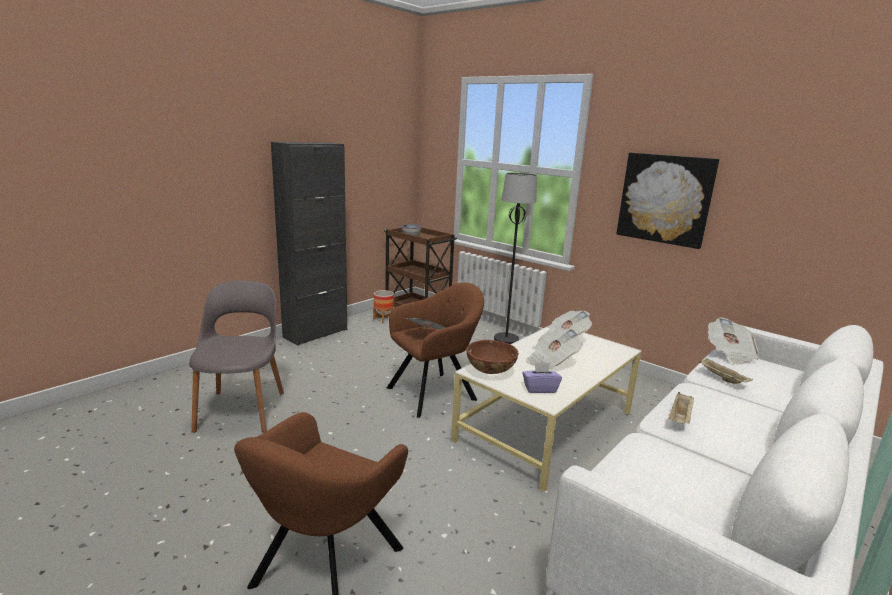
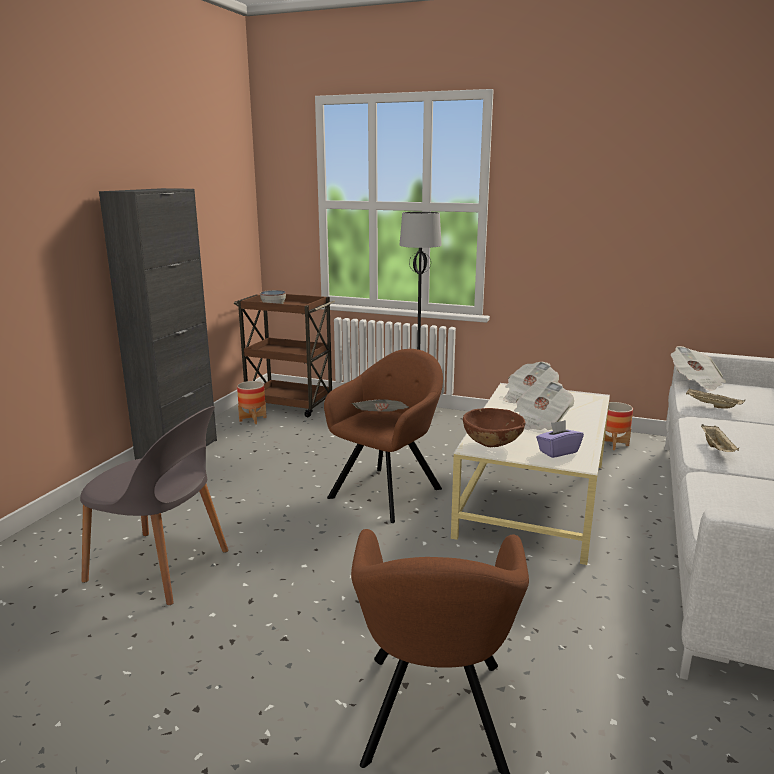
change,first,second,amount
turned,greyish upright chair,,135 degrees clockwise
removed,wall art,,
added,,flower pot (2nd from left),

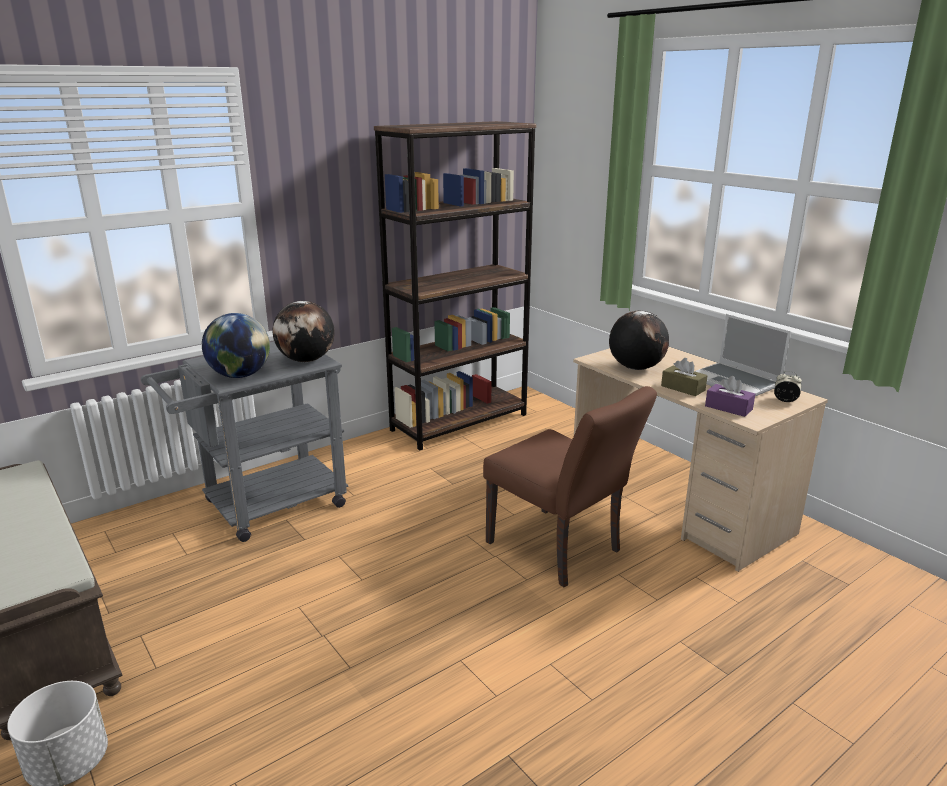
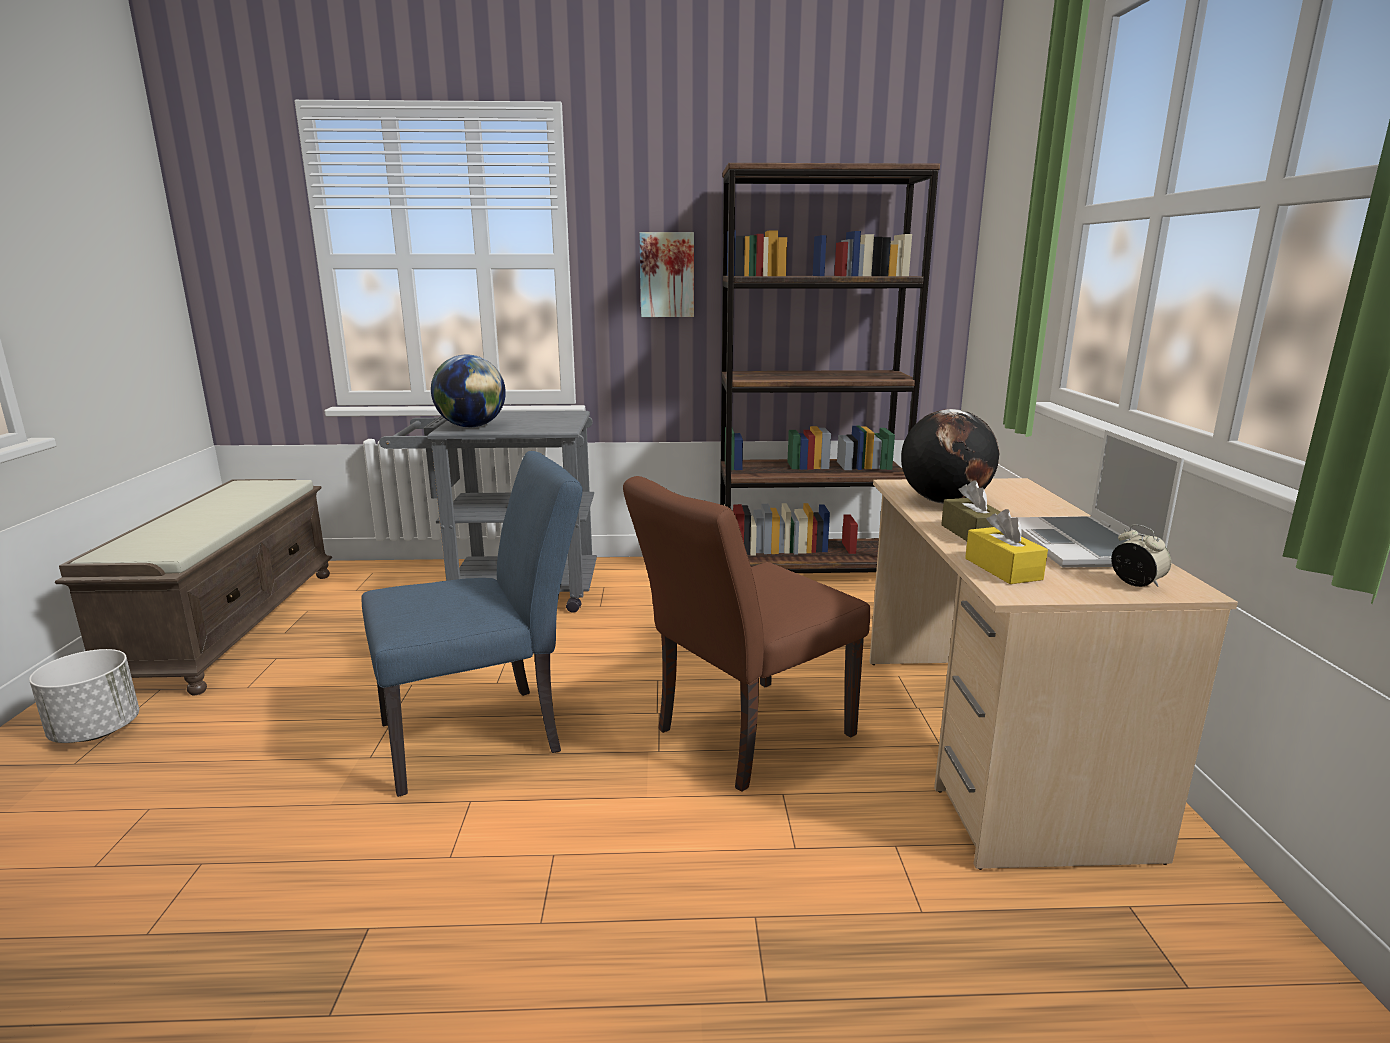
change,first,second,amount
removed,desk globe (2nd from left),,
turned,brown upright chair,,60 degrees clockwise
recoloured,purple-coloured tissue holder,yellow-coloured tissue holder,
added,,bluish upright chair,
added,,wall art,

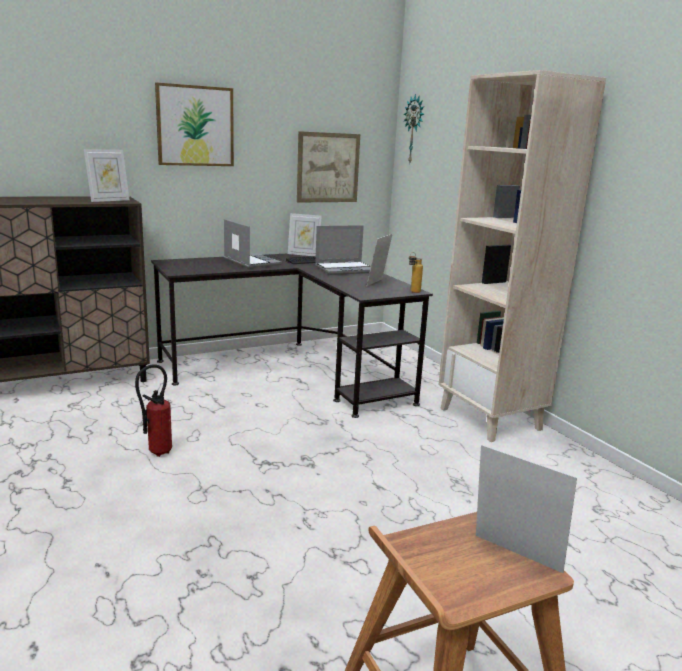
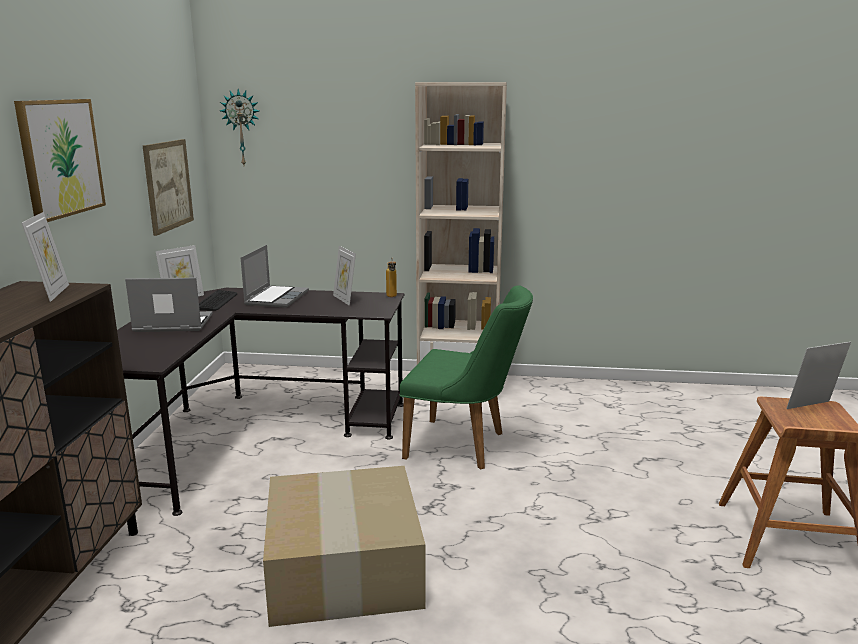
change,first,second,amount
replaced,extinguisher,cardboard box,
added,,green upright chair,

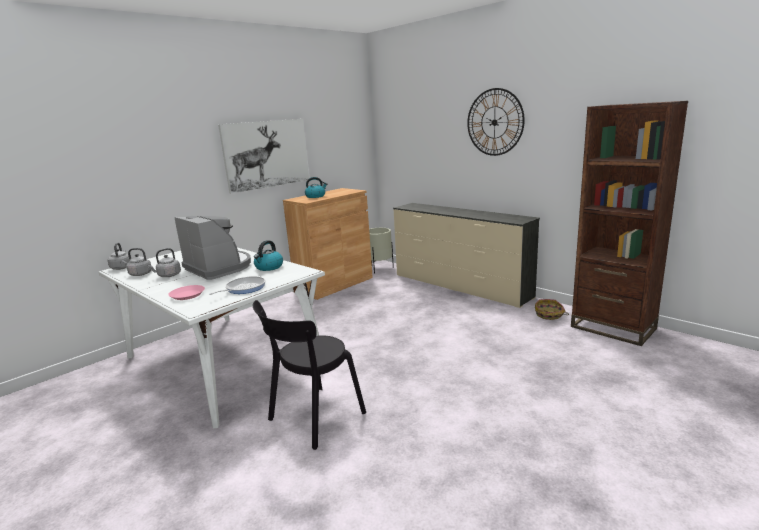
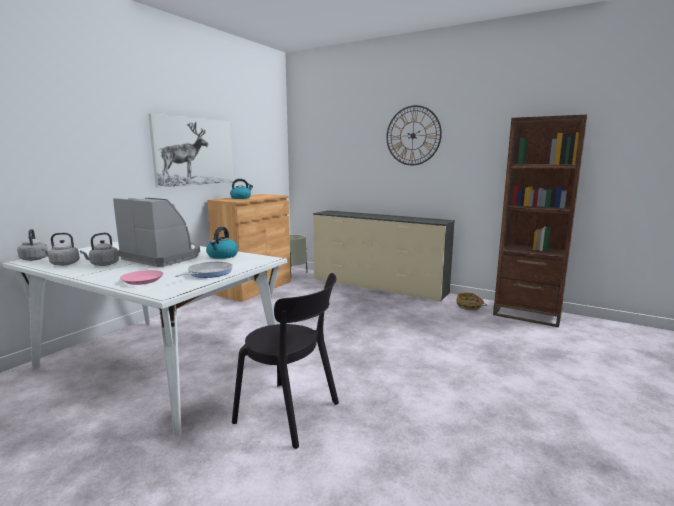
change,first,second,amount
turned,black-coloured upright chair,,90 degrees counterclockwise

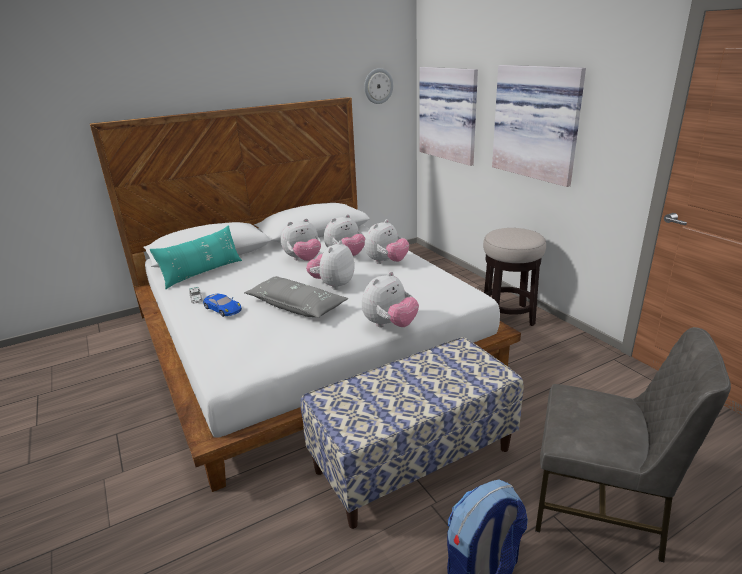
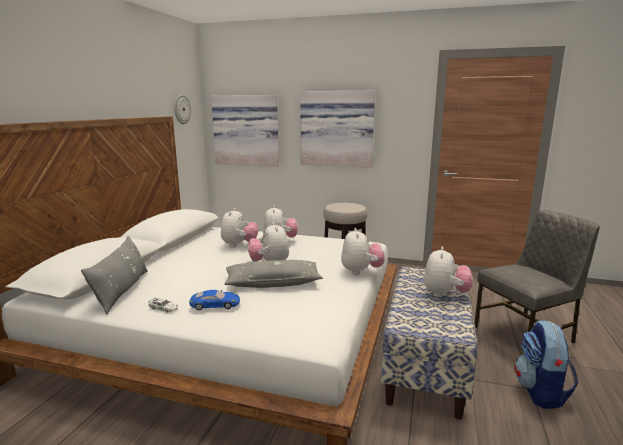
change,first,second,amount
recoloured,blue-green pillow,greyish pillow (1st from left),
moved,soft toy (1st from left in the first image),soft toy (5th from left),

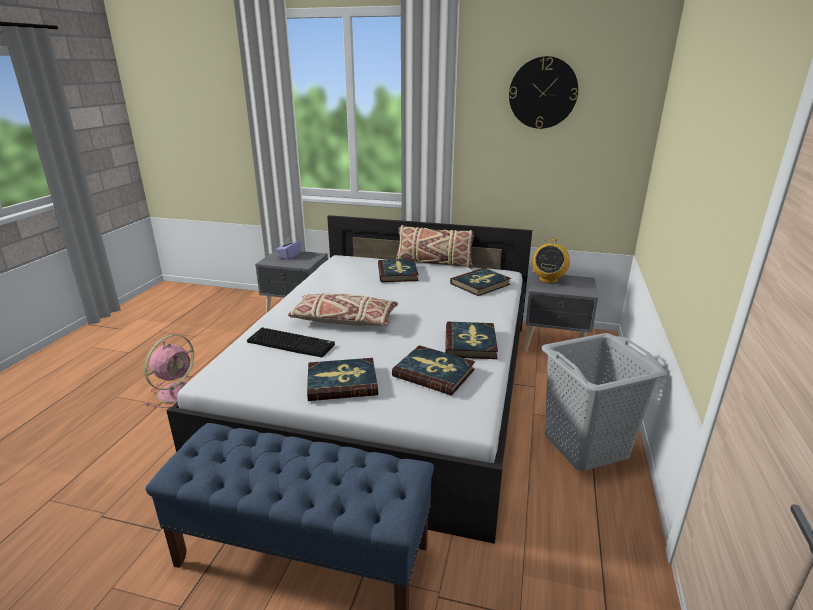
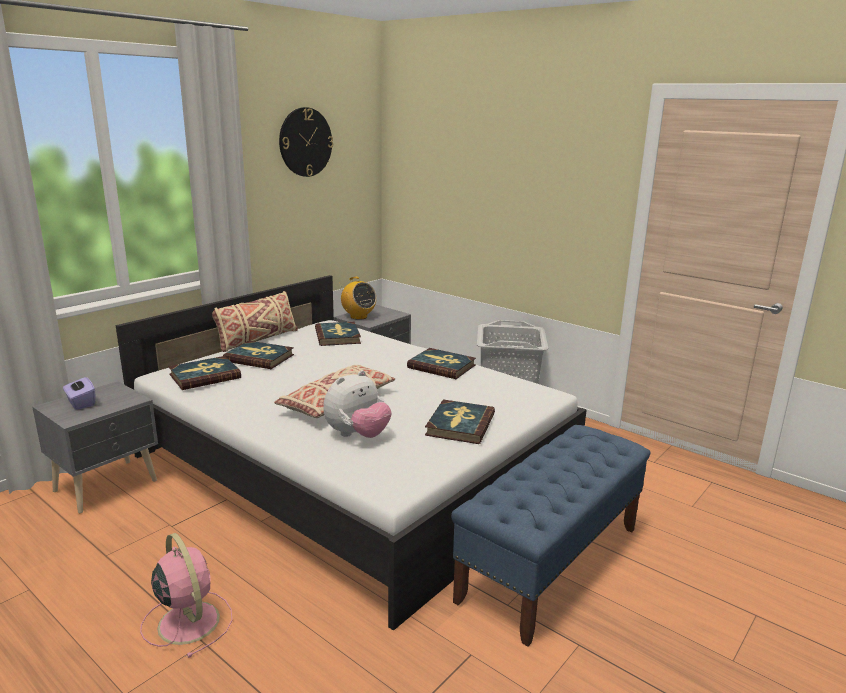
change,first,second,amount
replaced,PC keyboard,soft toy,
moved,volume (3rd from left in the first image),volume (1st from left),

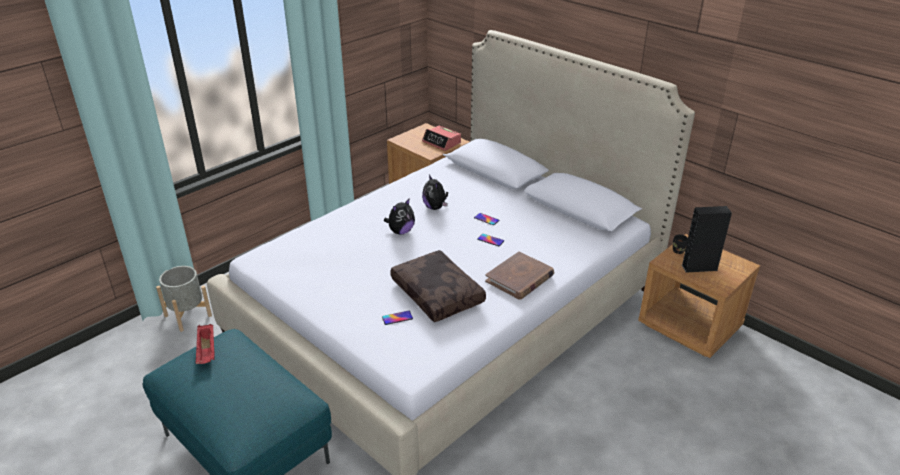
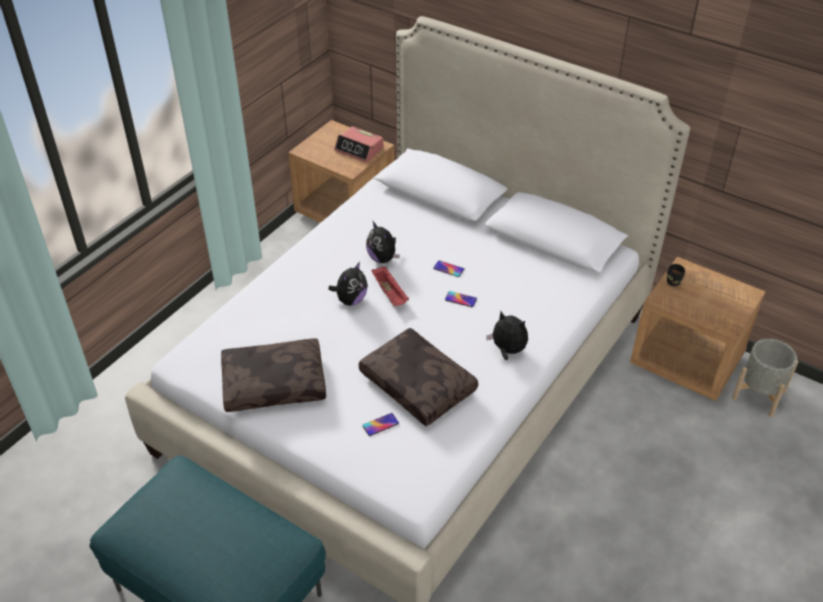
change,first,second,amount
moved,greyish flower pot,,
moved,red carrying tray,,
replaced,brown volume,soft toy (3rd from left),
removed,black-coloured loudspeaker,,
added,,brown pillow (1st from left),

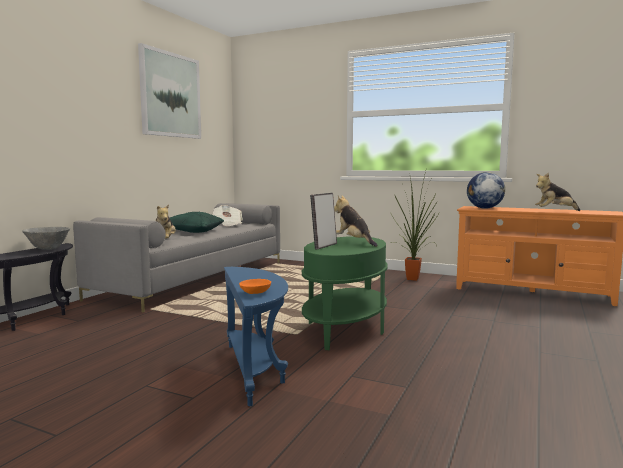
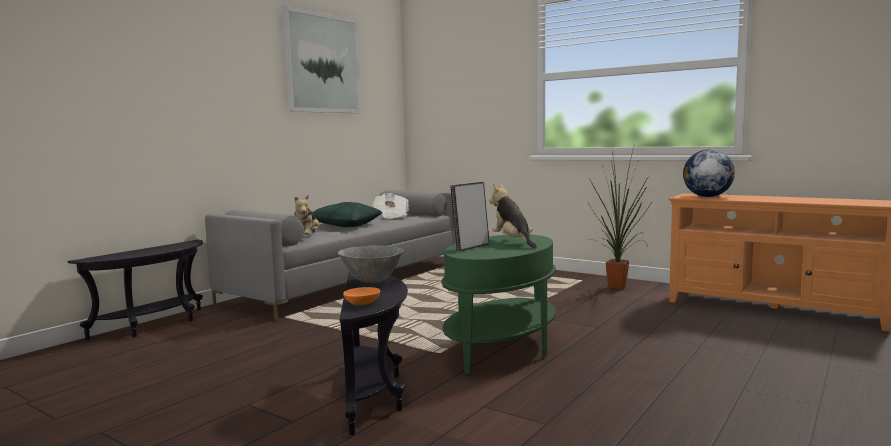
change,first,second,amount
moved,greyish serving bowl,,
recoloured,bluish end table,black-coloured end table (2nd from left),
removed,soft toy (3rd from left),,

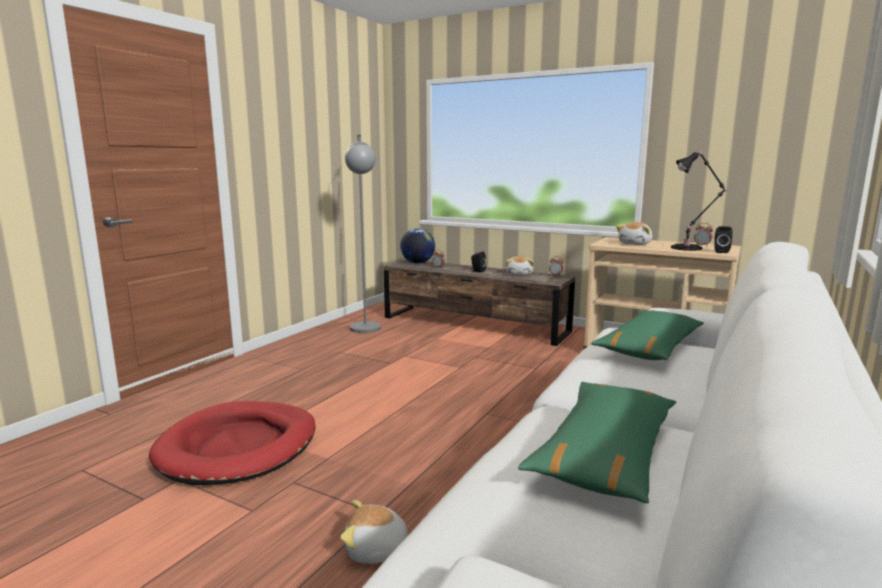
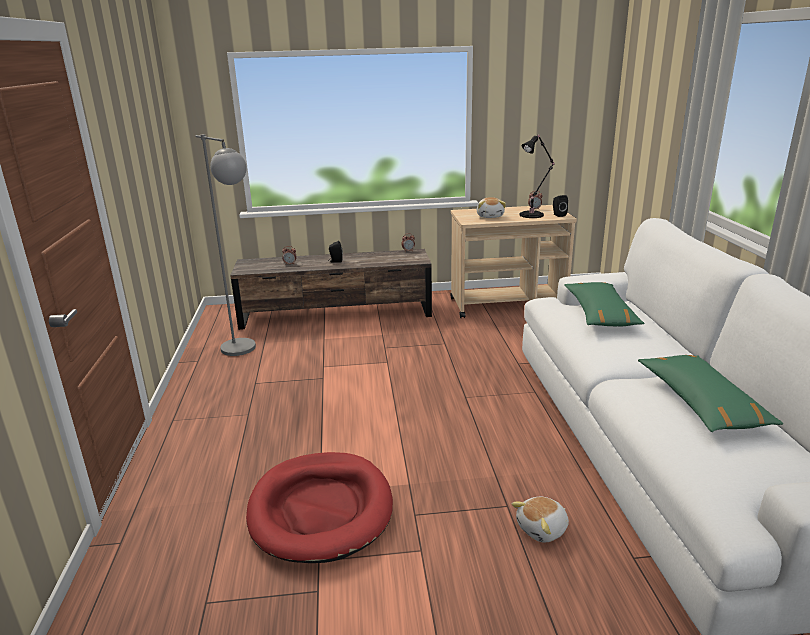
change,first,second,amount
removed,desk globe,,
removed,soft toy (2nd from left),,

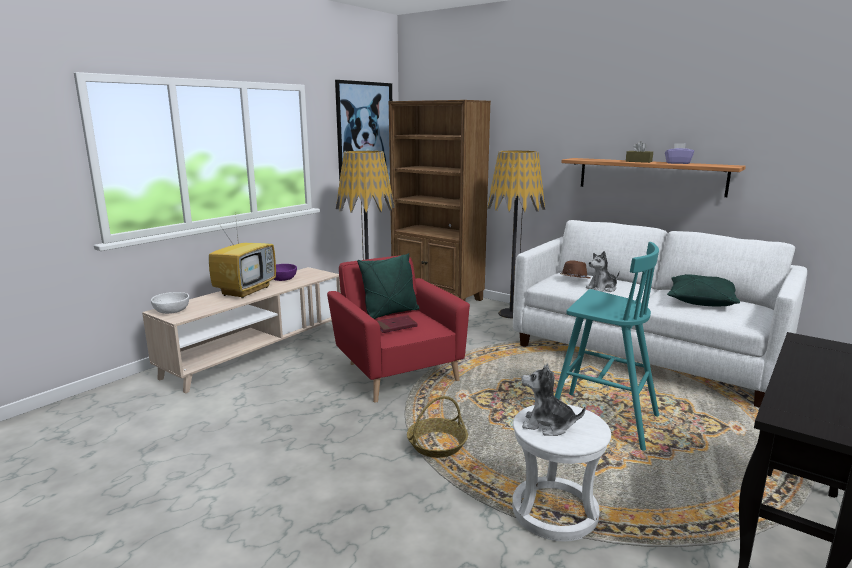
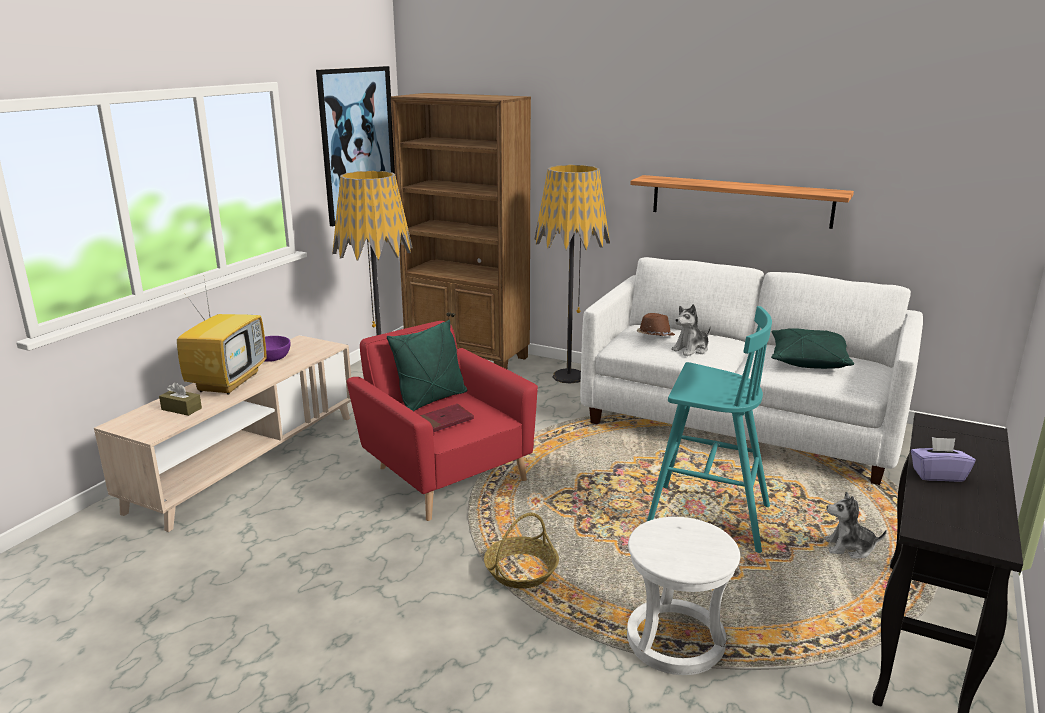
change,first,second,amount
removed,white-coloured serving bowl,,
moved,soft toy (1st from left in the first image),soft toy (2nd from left),
moved,brown tissue holder,,
moved,purple-coloured tissue holder,,

